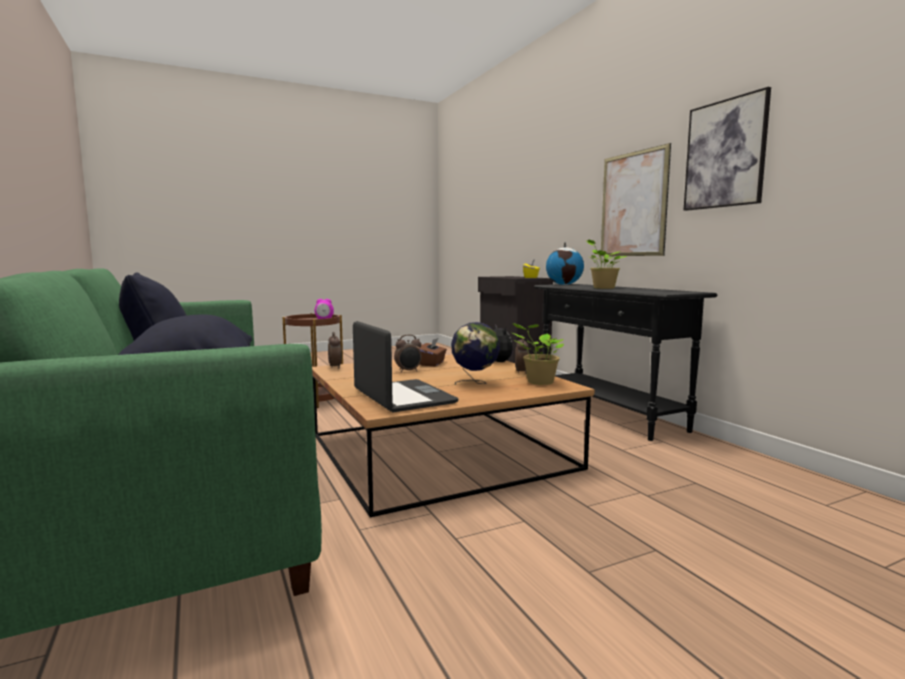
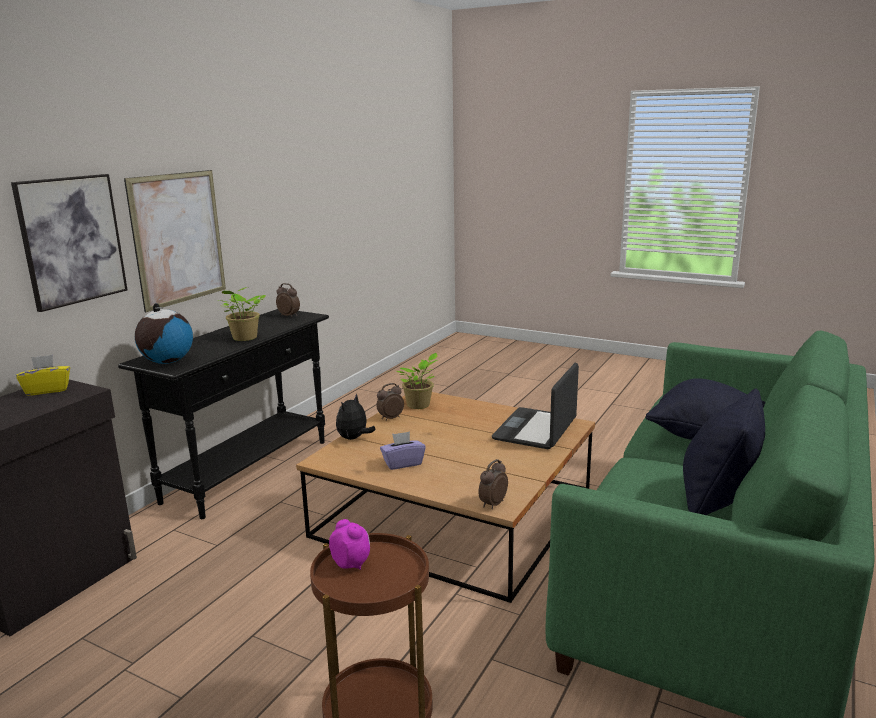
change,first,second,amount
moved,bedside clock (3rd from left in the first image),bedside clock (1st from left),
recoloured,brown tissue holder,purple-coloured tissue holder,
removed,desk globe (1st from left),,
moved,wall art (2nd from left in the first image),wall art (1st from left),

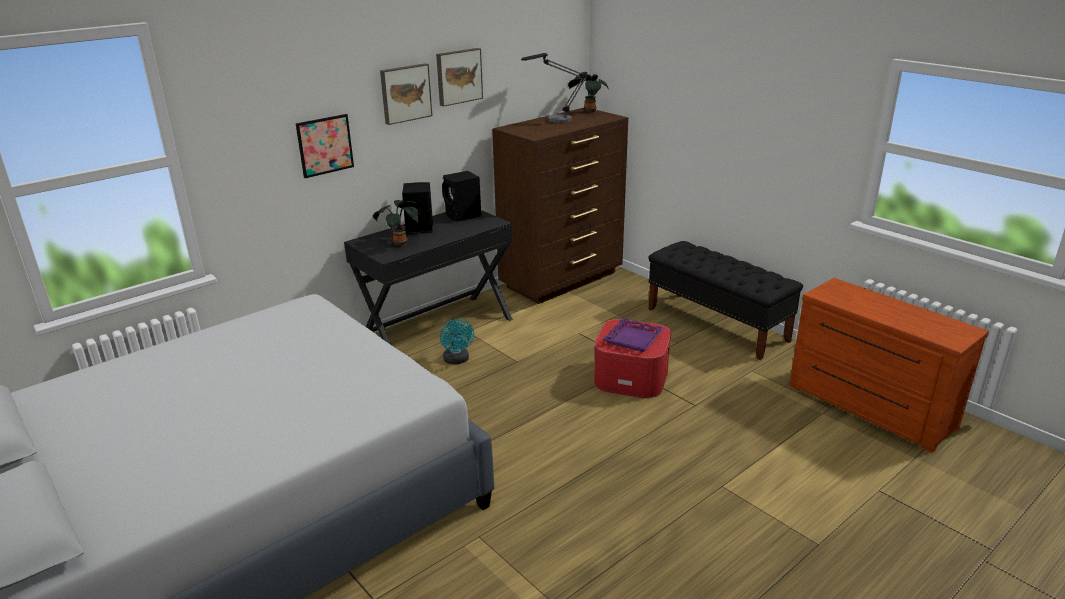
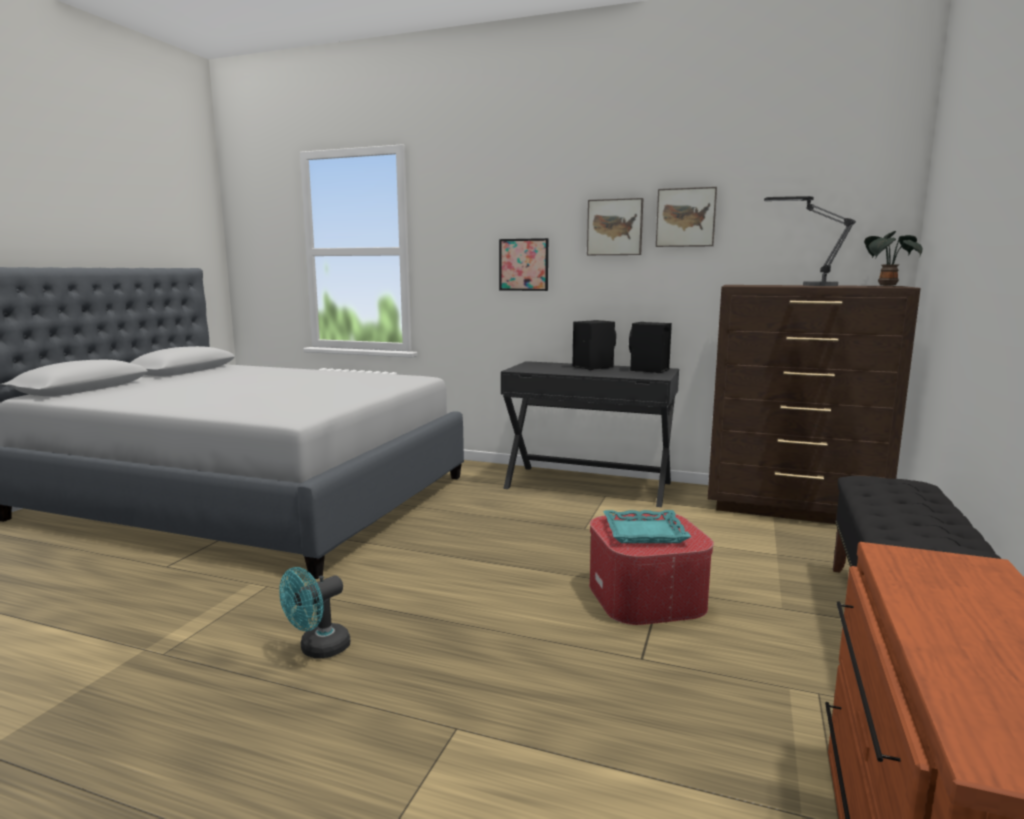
change,first,second,amount
removed,potted plant (1st from left),,
moved,blue-green fan,,
recoloured,purple-coloured carrying tray,blue-green carrying tray,

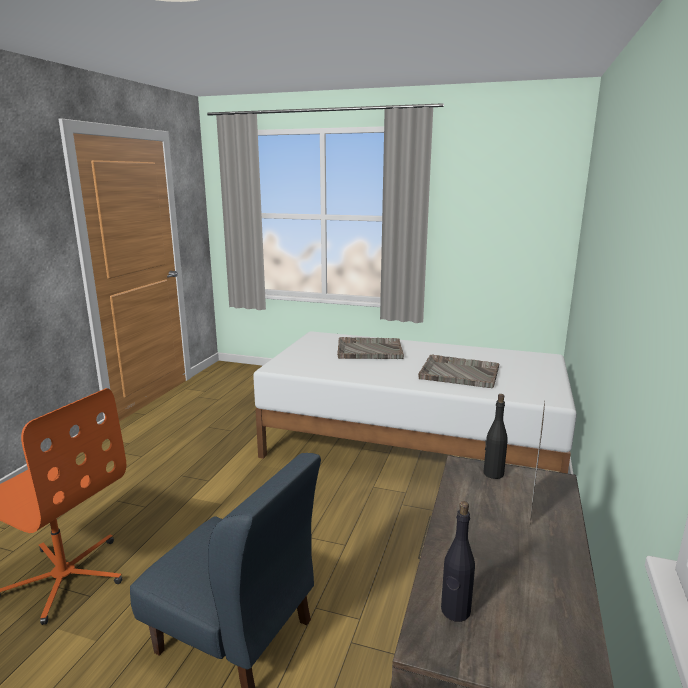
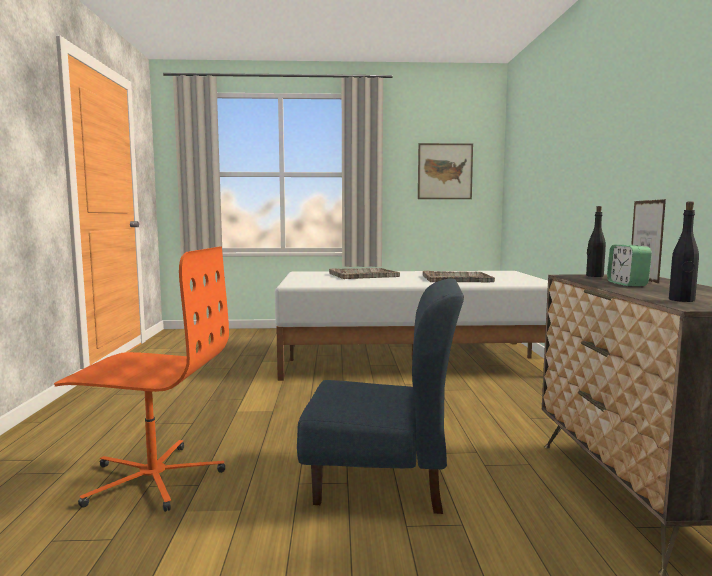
change,first,second,amount
added,,wall art,
added,,bedside clock,

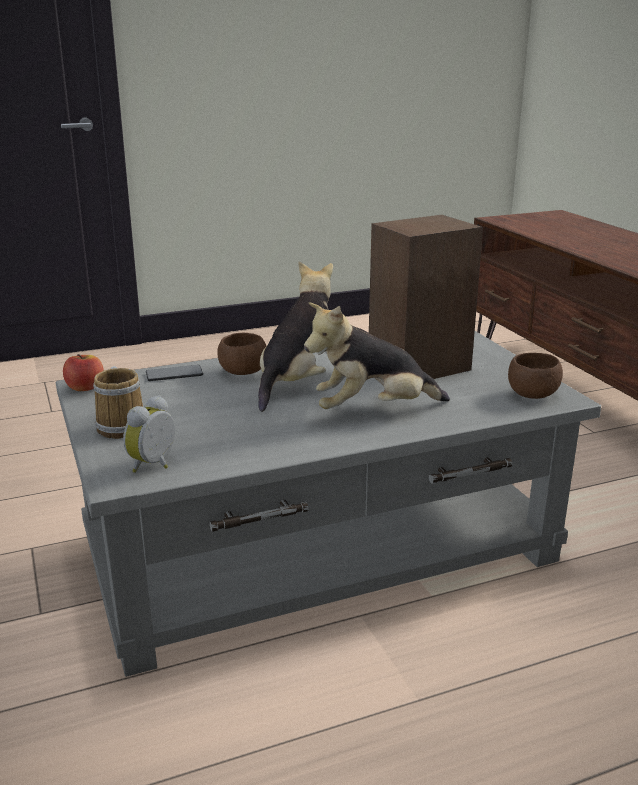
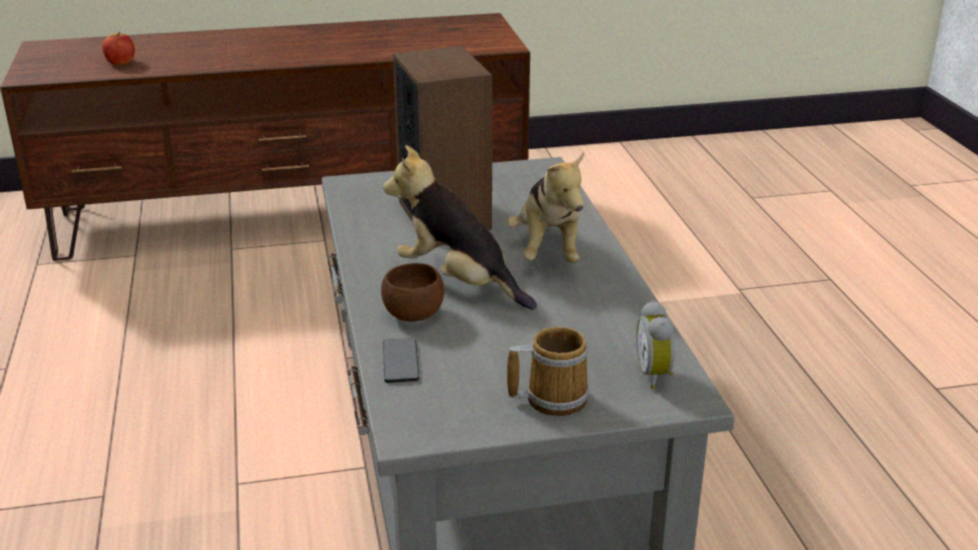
change,first,second,amount
moved,whole apple,,
turned,bedside clock,,45 degrees clockwise
removed,brown serving bowl (2nd from left),,

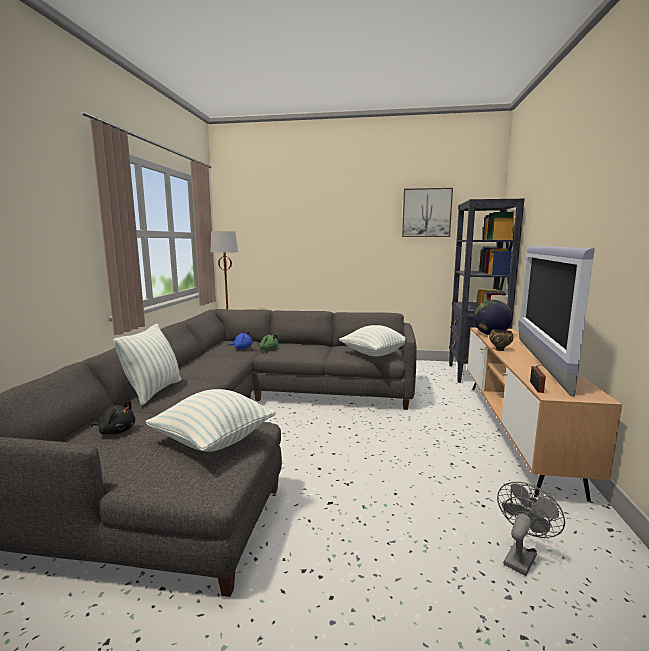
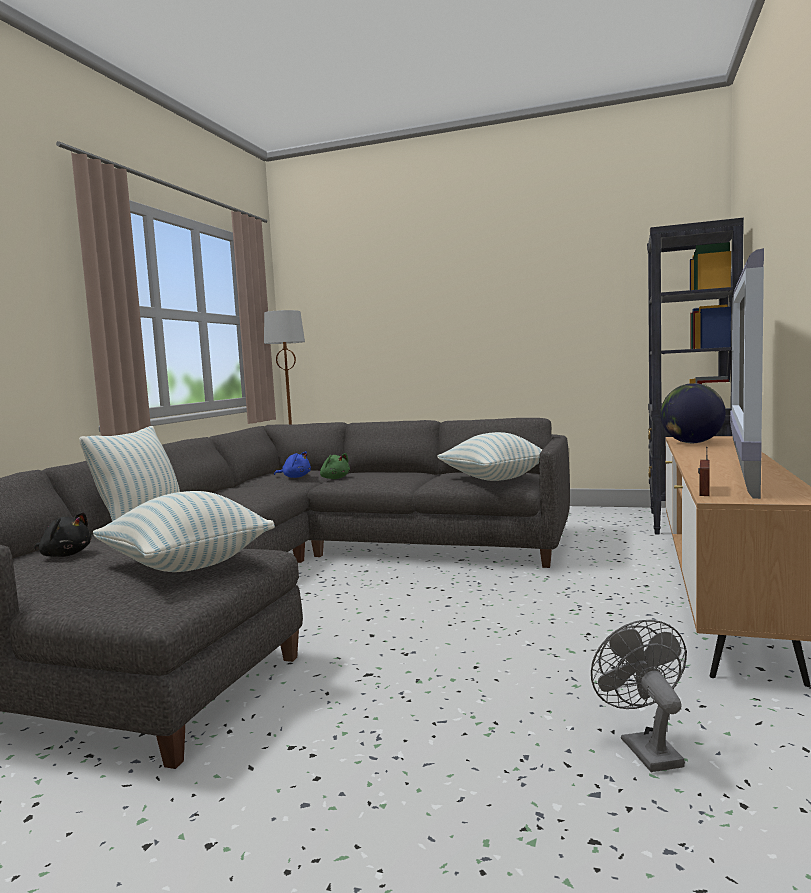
change,first,second,amount
removed,wall art,,
removed,brown serving bowl,,
turned,greyish fan,,60 degrees counterclockwise

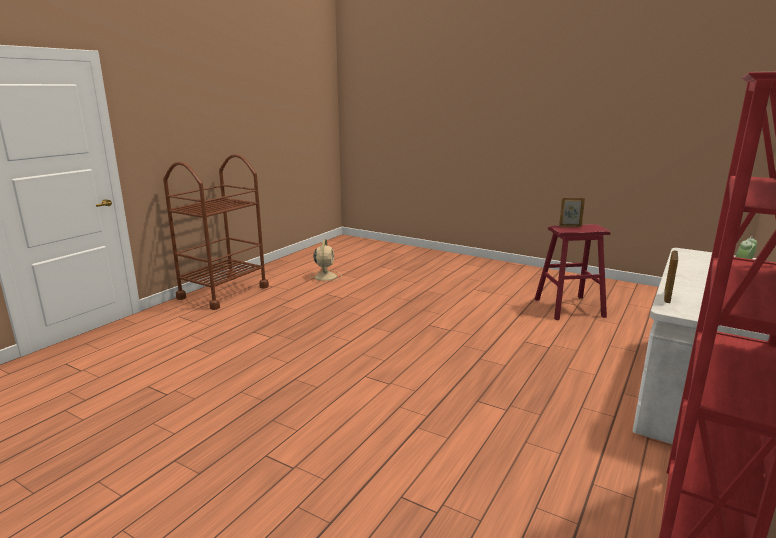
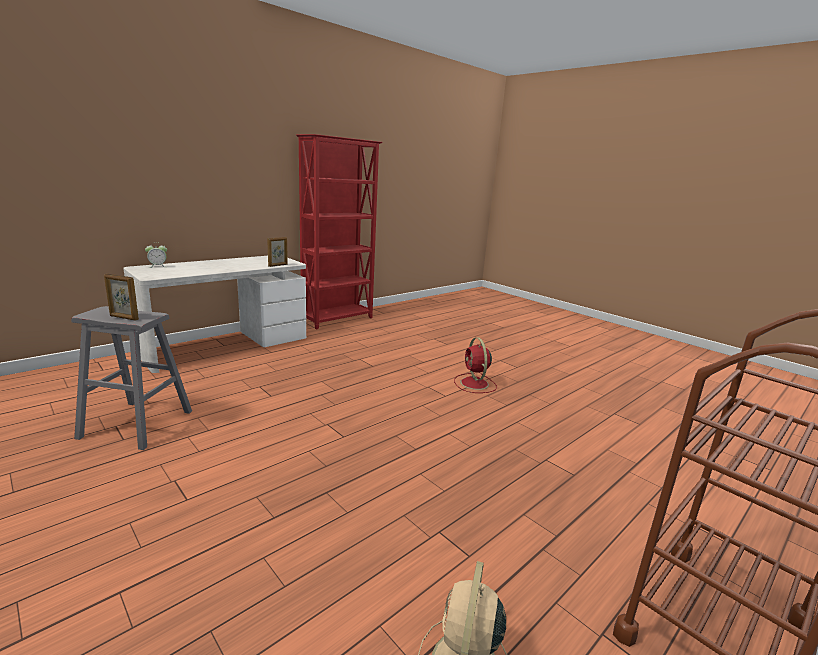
change,first,second,amount
recoloured,red stool,greyish stool,
added,,red fan,

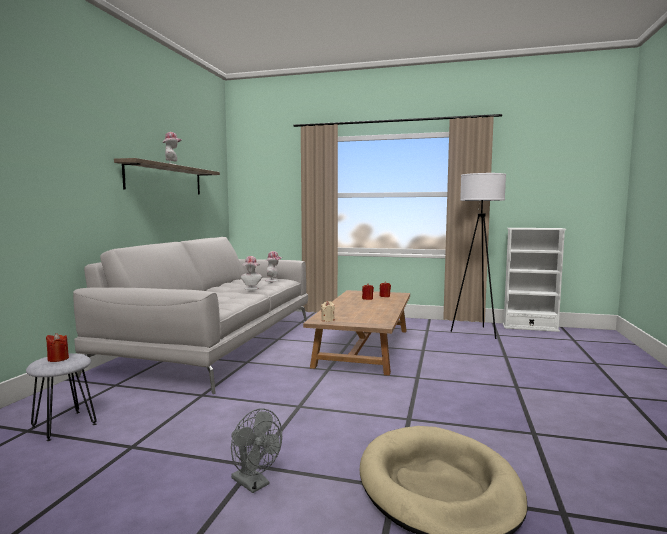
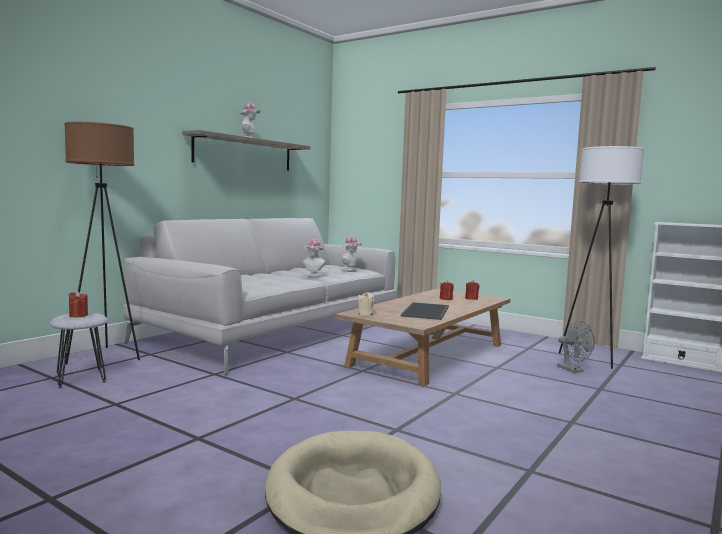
change,first,second,amount
moved,greyish fan,,
added,,brown floor lamp,
added,,carrying tray,

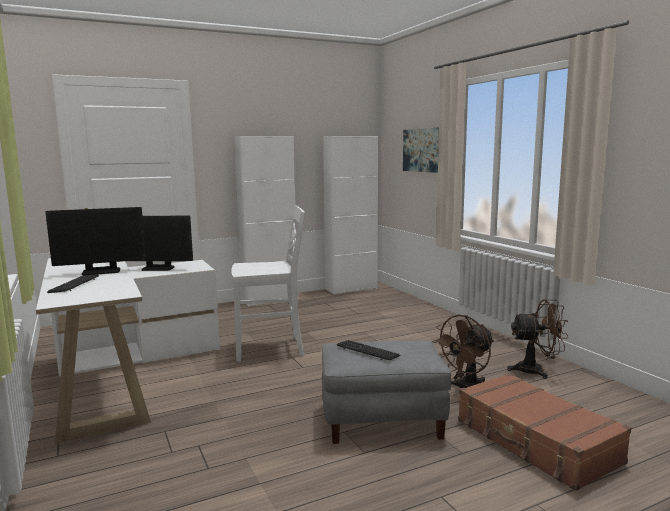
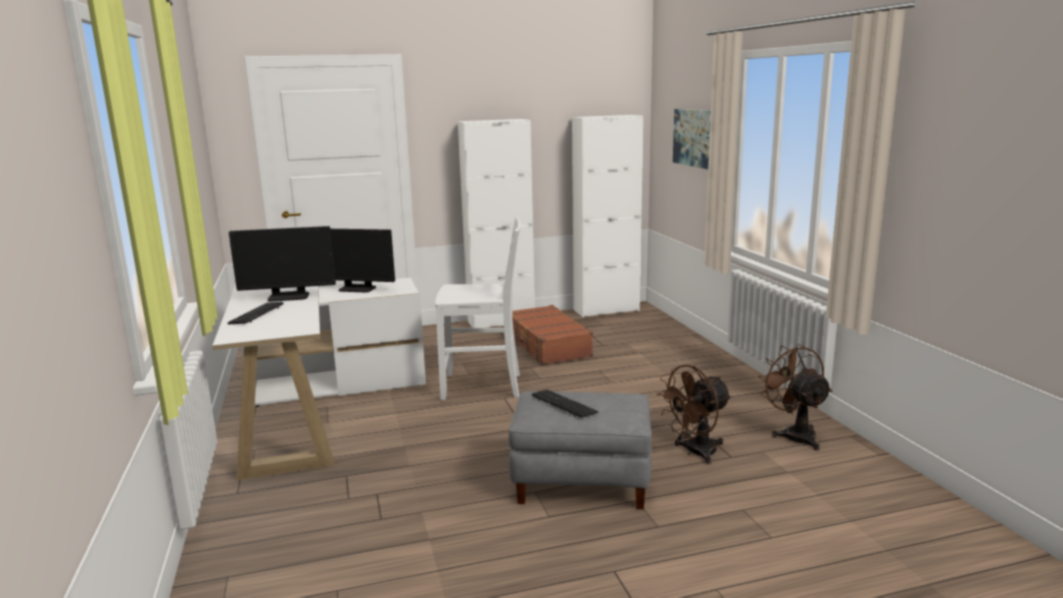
change,first,second,amount
moved,brown travel case,,
turned,brown fan (2nd from left),,120 degrees counterclockwise

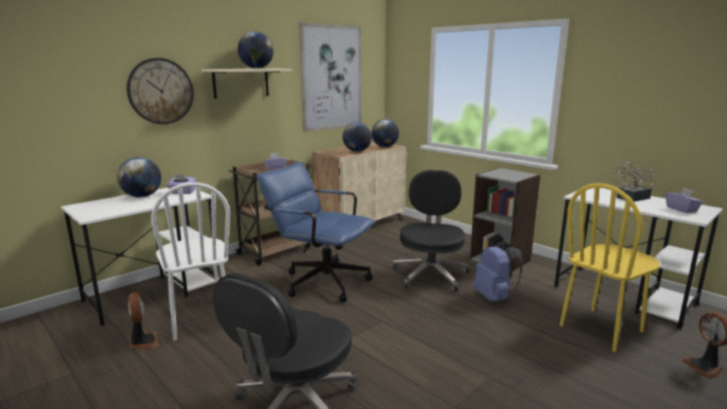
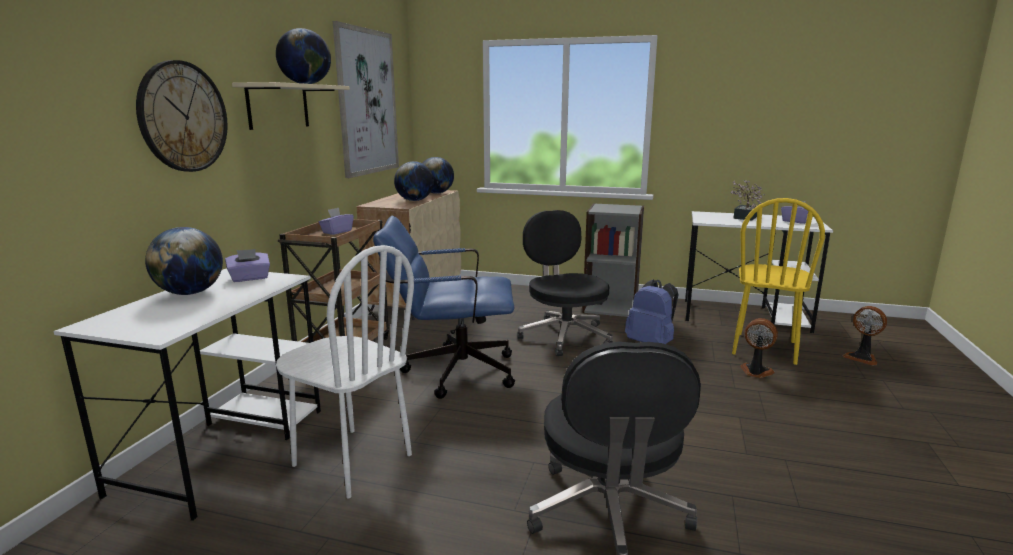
change,first,second,amount
moved,fan (1st from left),,

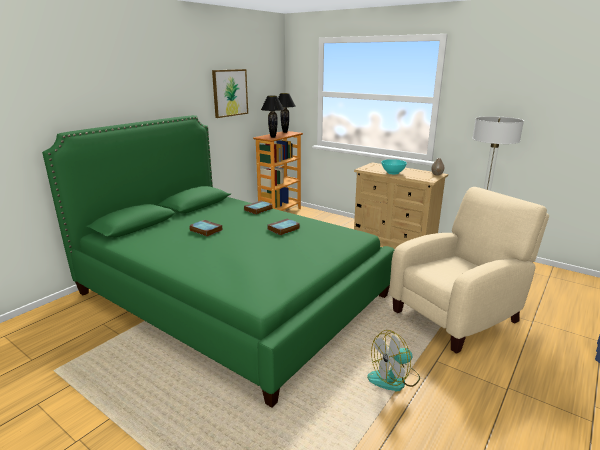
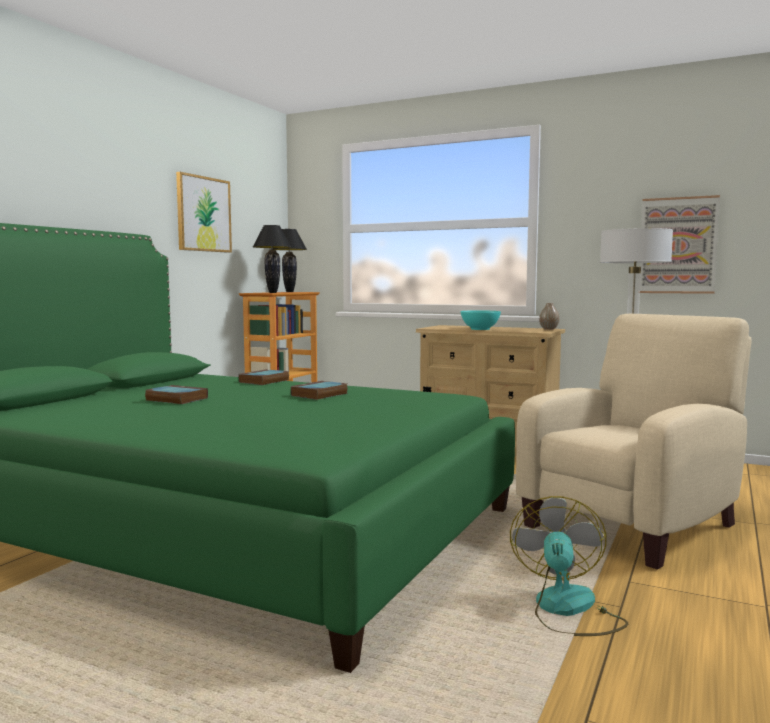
change,first,second,amount
turned,fan,,135 degrees clockwise
added,,wall art (2nd from left),

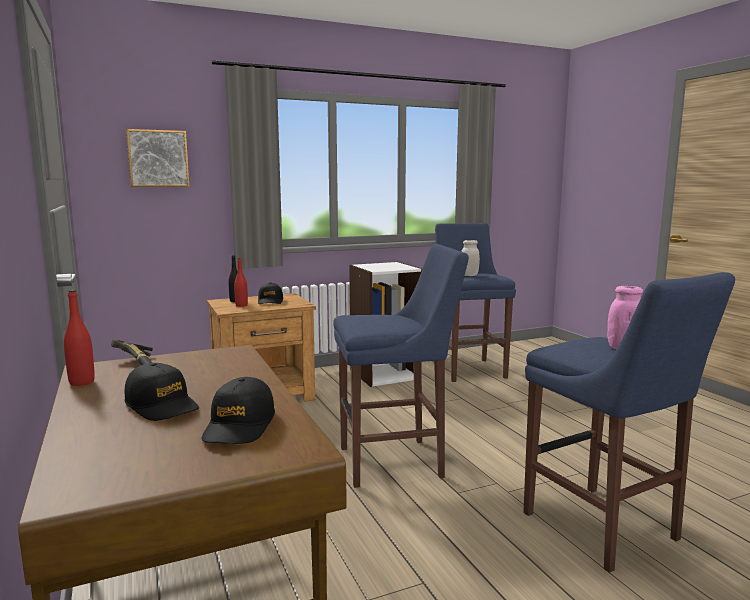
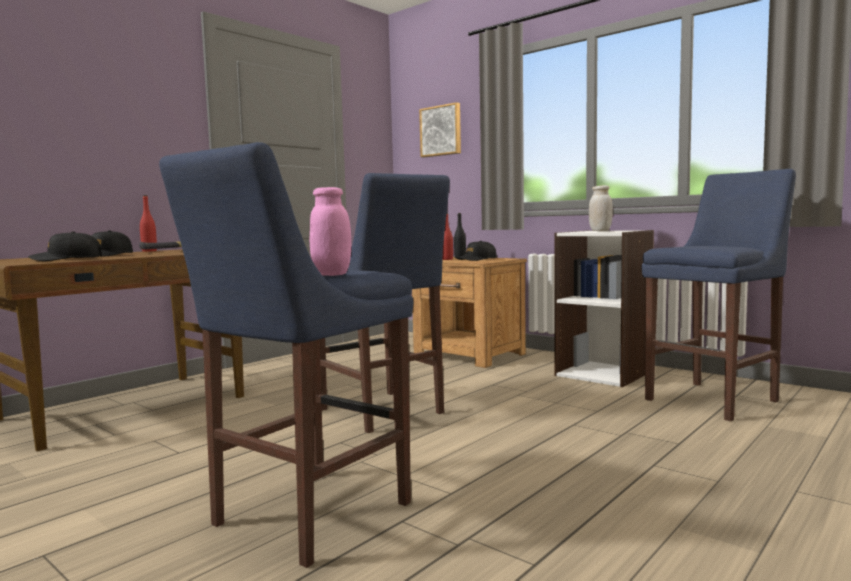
change,first,second,amount
moved,white-coloured preserve jar,,

